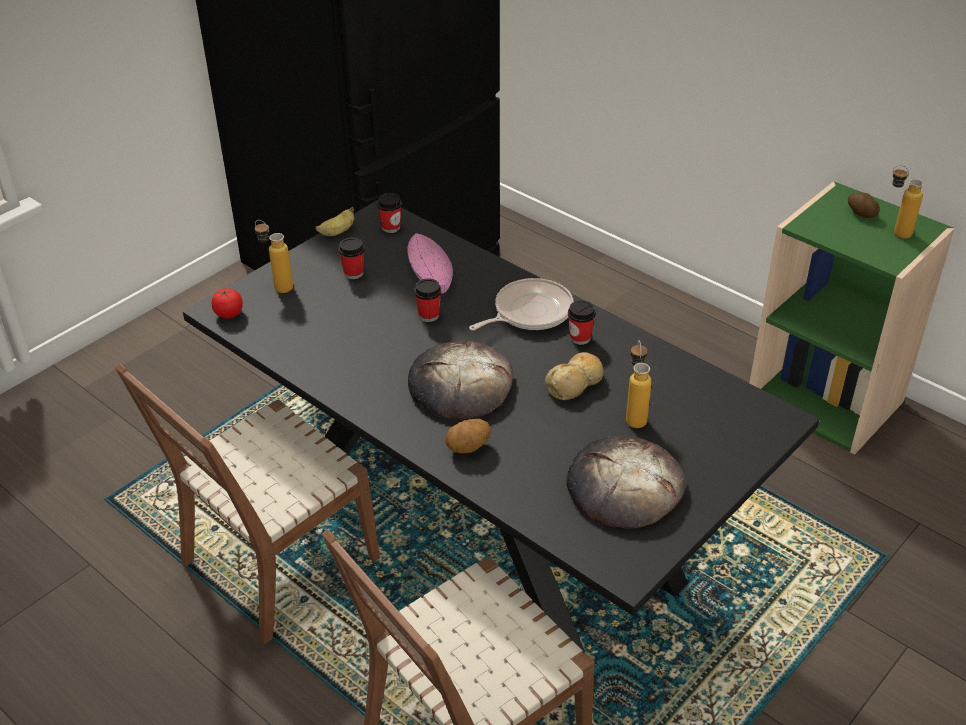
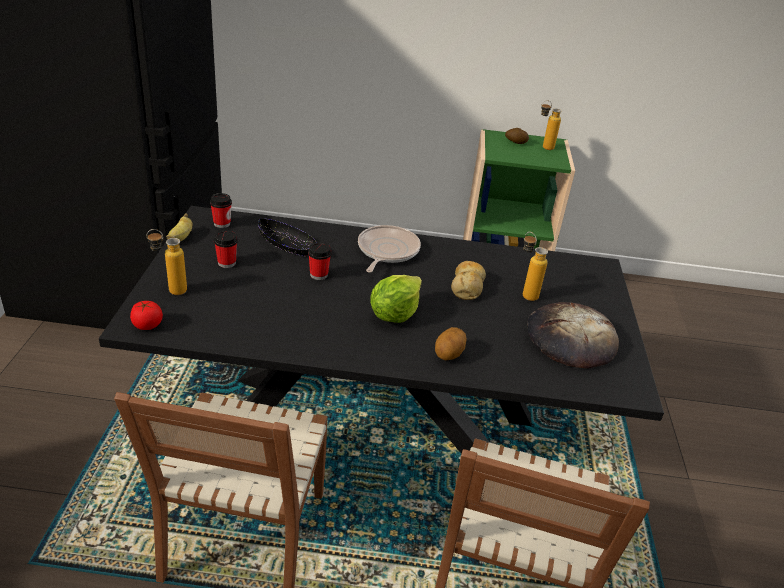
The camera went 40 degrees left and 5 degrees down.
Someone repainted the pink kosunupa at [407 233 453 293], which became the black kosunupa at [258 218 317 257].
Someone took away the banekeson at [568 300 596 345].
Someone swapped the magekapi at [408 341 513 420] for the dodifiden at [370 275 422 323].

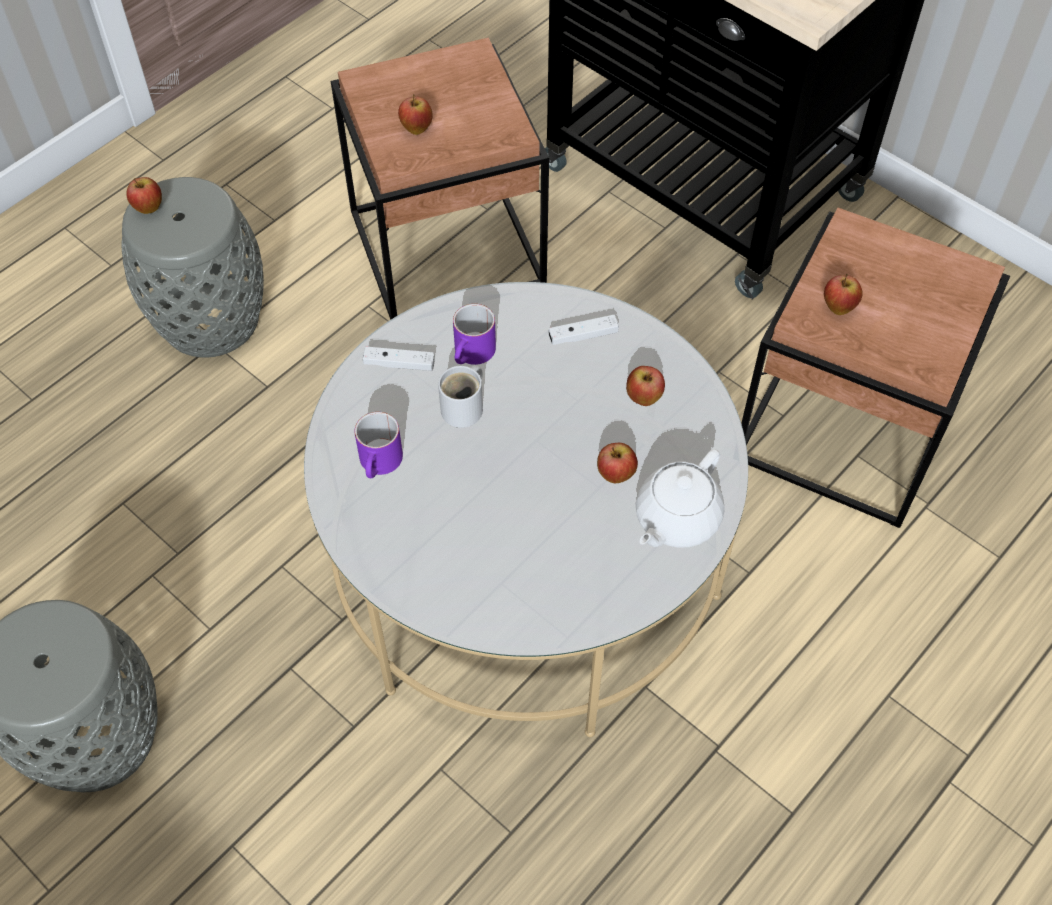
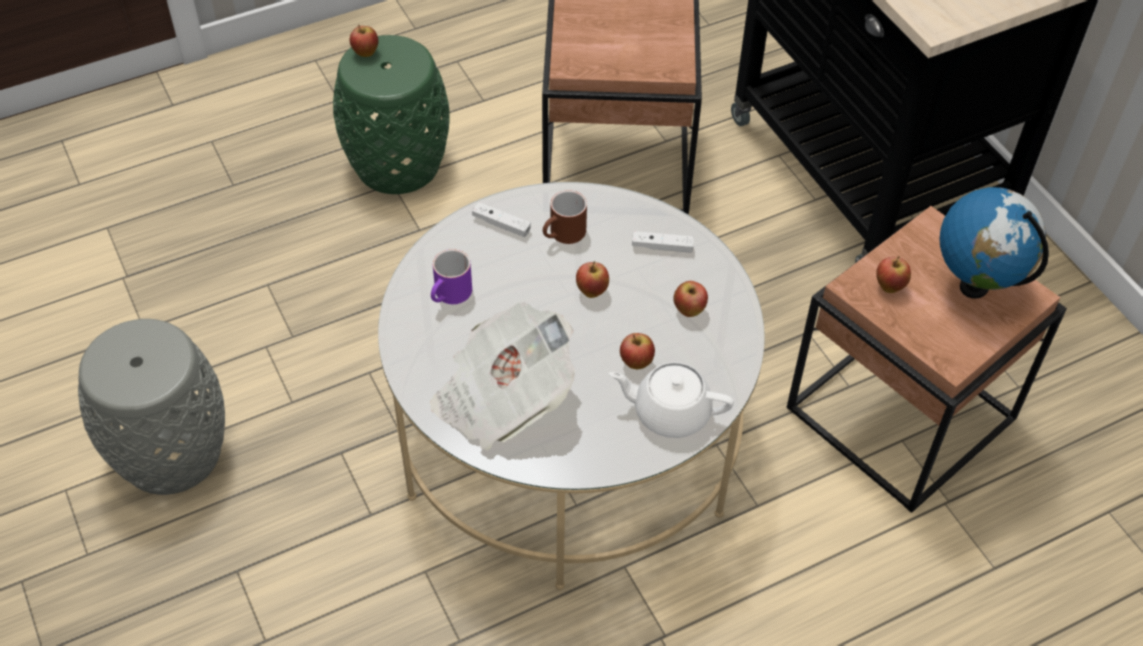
The camera went 20 degrees right and 5 degrees down.
Someone carried the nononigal from [398 94 433 135] to [576 261 609 298].
Someone repainted the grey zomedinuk at [121 177 264 358], which became the green zomedinuk at [333 35 450 194].
Someone repainted the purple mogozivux at [453 304 496 365], which became the brown mogozivux at [543 190 587 244].
Someone took away the white mogozivux at [438 365 483 428].
Someone rotated the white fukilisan at [636 449 725 548] by 45 degrees clockwise.
Someone put down the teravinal at [939 187 1049 299].
Someone put down the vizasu at [430 302 575 451].

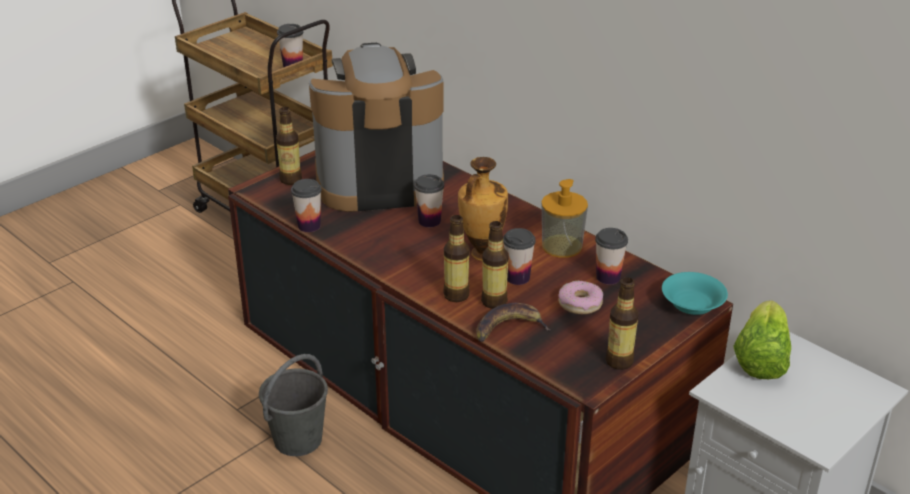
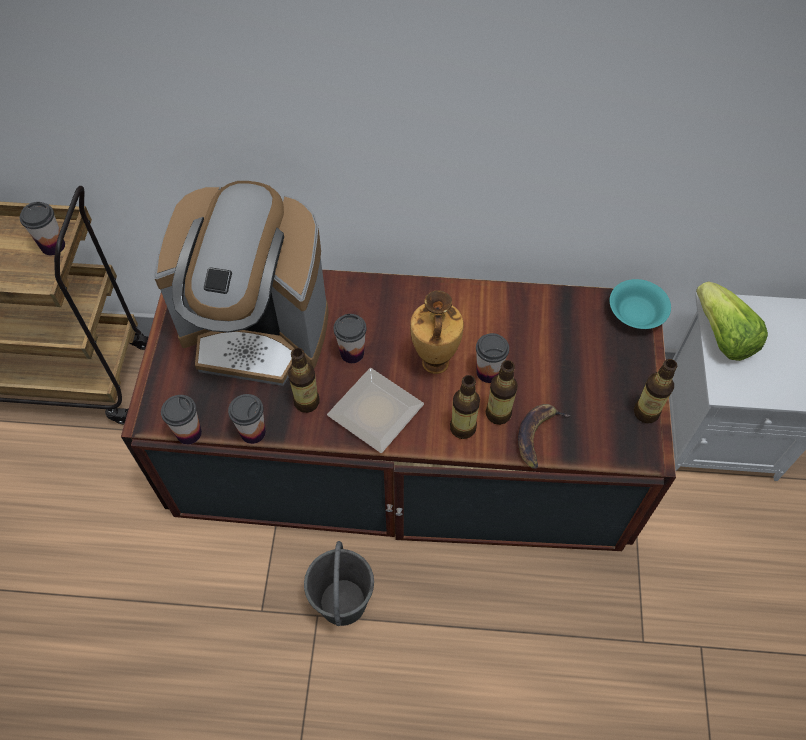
The camera went 40 degrees left and 25 degrees up.
Someone rotated the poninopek at [309 43 444 212] by 120 degrees counterclockwise.
Someone carried the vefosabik from [276 107 302 185] to [288 348 320 413].
Someone took away the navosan at [542 179 588 258].
Someone carried the banekeson from [595 228 628 284] to [161 395 202 444].
Someone took away the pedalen at [558 281 603 314].
Someone put down the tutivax at [327 368 424 453].

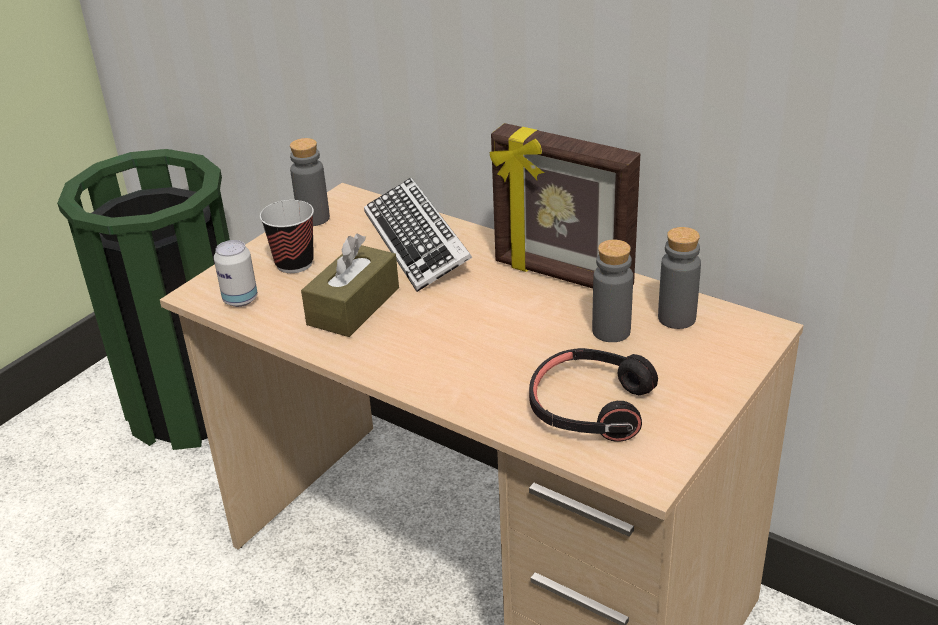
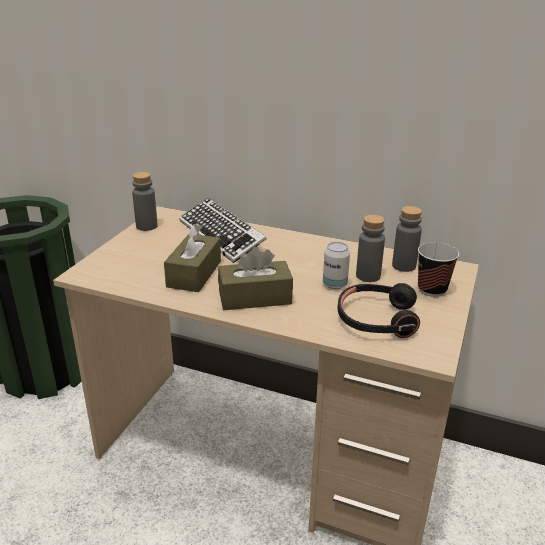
The camera went 15 degrees left and 5 degrees down.
Someone took away the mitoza at [490 123 640 288].
Someone carried the banekeson from [260 200 314 273] to [418 242 459 297].
Someone carried the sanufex from [214 240 258 307] to [323 242 350 289].
Someone put down the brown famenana at [218 246 293 310].

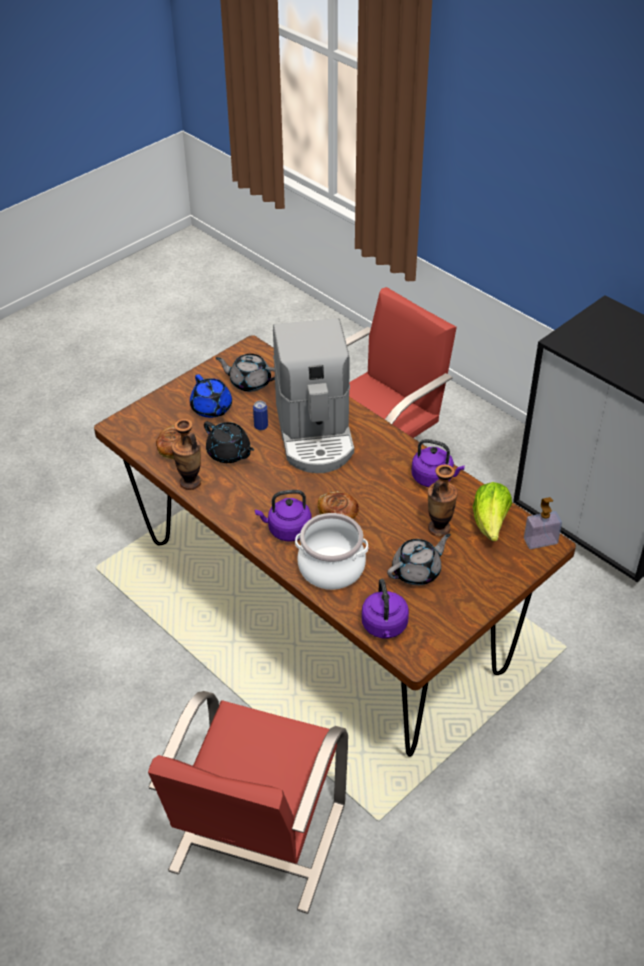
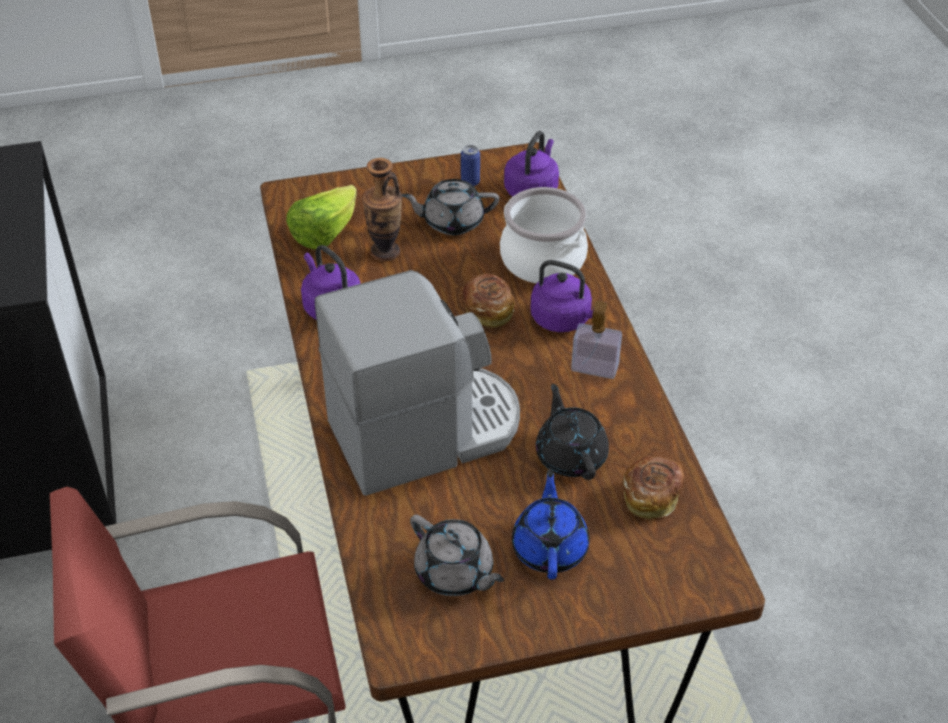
The camera went 150 degrees left and 0 degrees up.
Someone rotated the poninopek at [273 318 354 473] by 45 degrees clockwise.
Someone carried the sanufex from [253 401 268 430] to [461 145 480 186].
Someone took away the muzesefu at [172 419 201 490].
Someone carried the navosan from [524 497 562 549] to [571 301 622 379].
Someone took away the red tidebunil at [148 691 348 914].

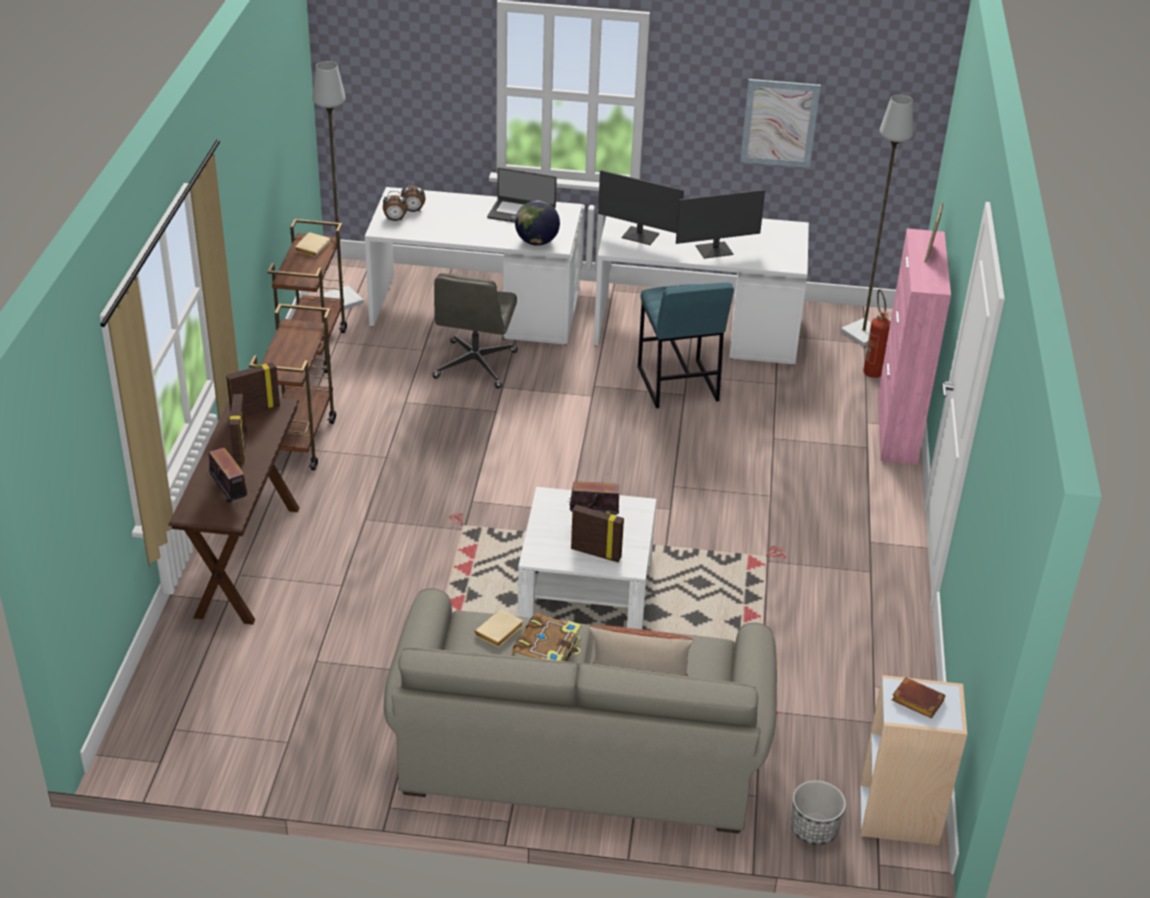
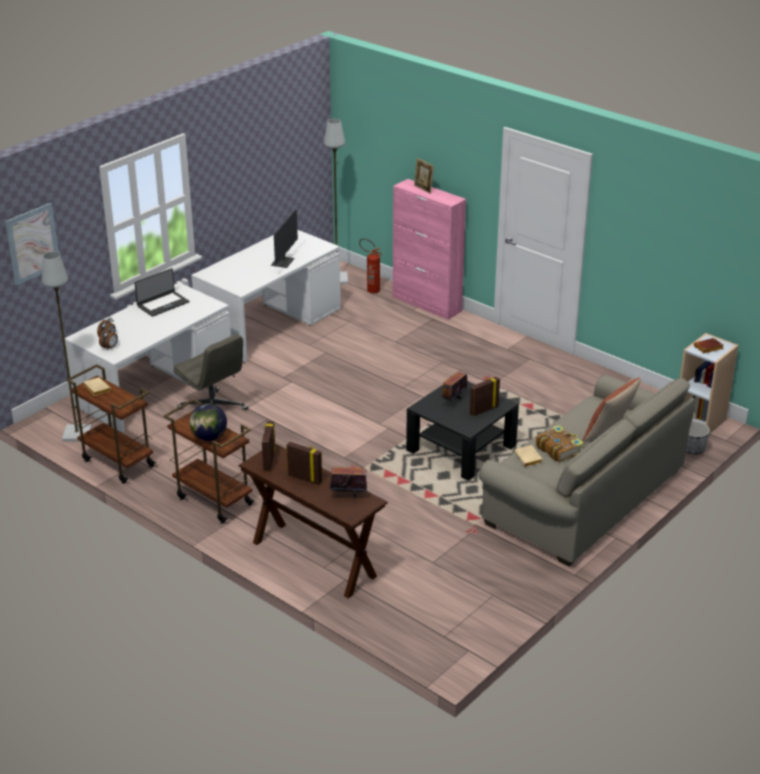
The camera went 55 degrees left and 5 degrees down.
Someone carried the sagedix from [740 79 821 168] to [5 203 59 285].
Someone took away the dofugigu at [598 170 684 245].
Someone carried the teravinal from [515 200 560 246] to [189 404 227 441].
Someone took away the blue zomedinuk at [638 282 734 408].
Someone repainted the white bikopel at [518 487 656 629], which became the black bikopel at [406 381 519 481].

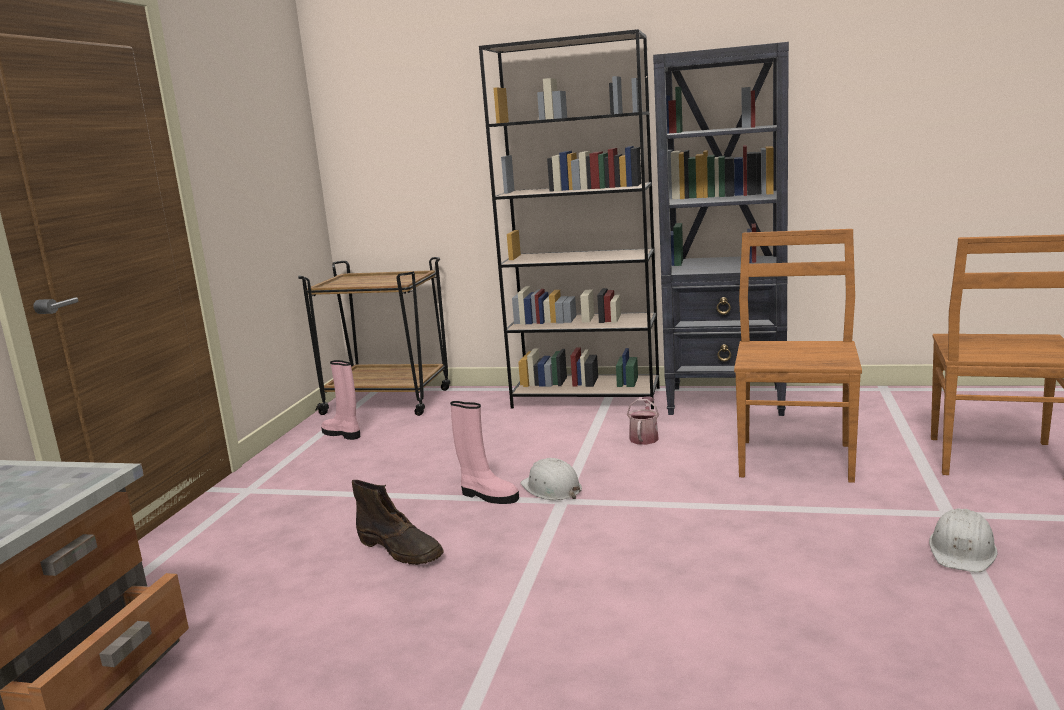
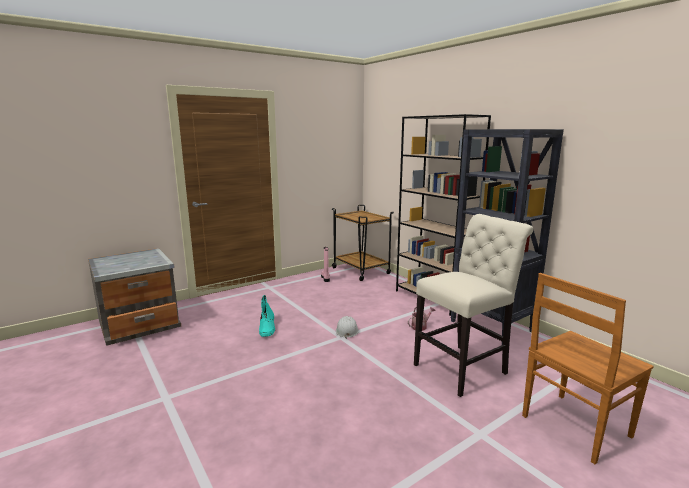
The camera went 40 degrees right and 0 degrees up.
Someone swapped the brown tidebunil at [734 229 862 483] for the beige zomedinuk at [414 214 533 397].
Someone took away the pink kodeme at [450 401 519 504].
Someone repainted the brown kodeme at [352 480 444 565], which became the turquoise kodeme at [259 295 275 337].
Someone took away the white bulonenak at [929 508 998 572].

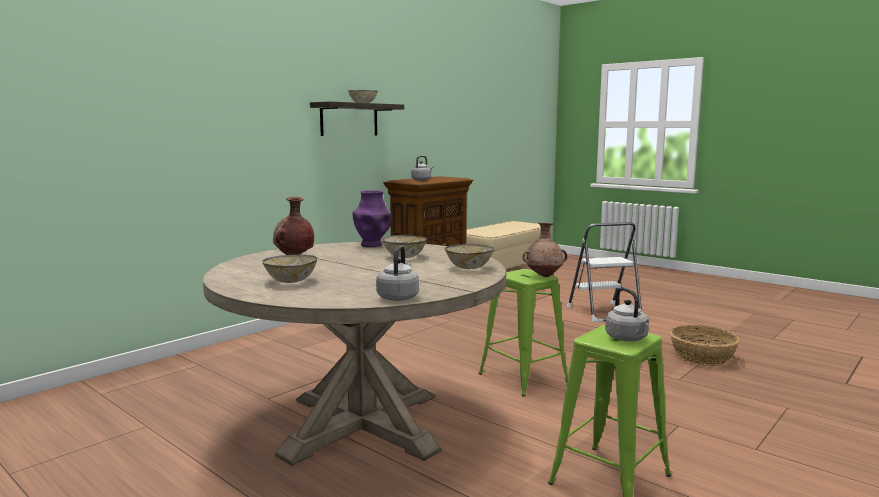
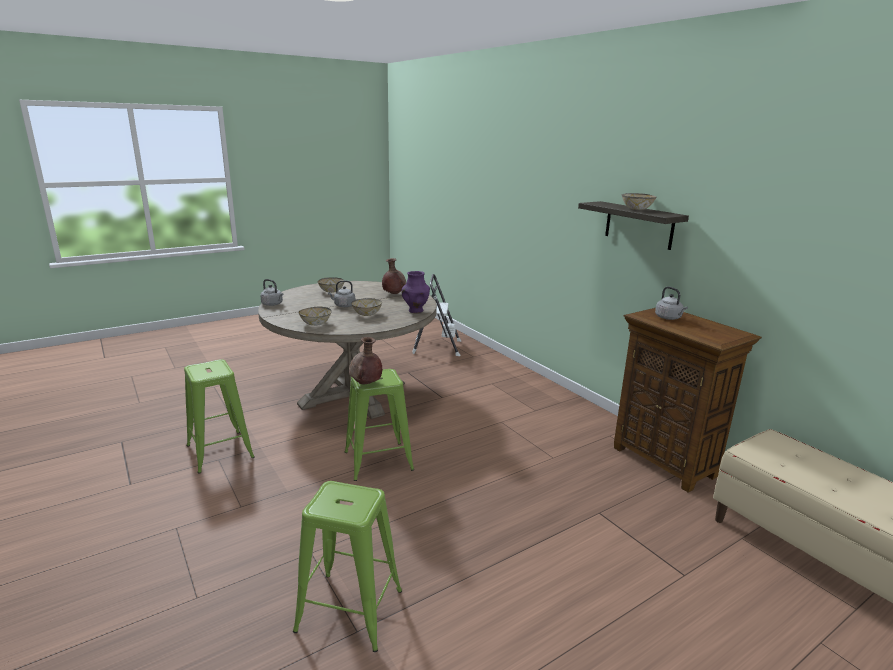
The camera went 105 degrees right and 10 degrees up.
Someone carried the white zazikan from [566 222 643 322] to [412 274 461 356].
Someone carried the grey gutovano from [605 287 649 341] to [328 280 355 307].
Someone swapped the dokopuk at [670 325 740 366] for the green zomedinuk at [293 481 402 652].

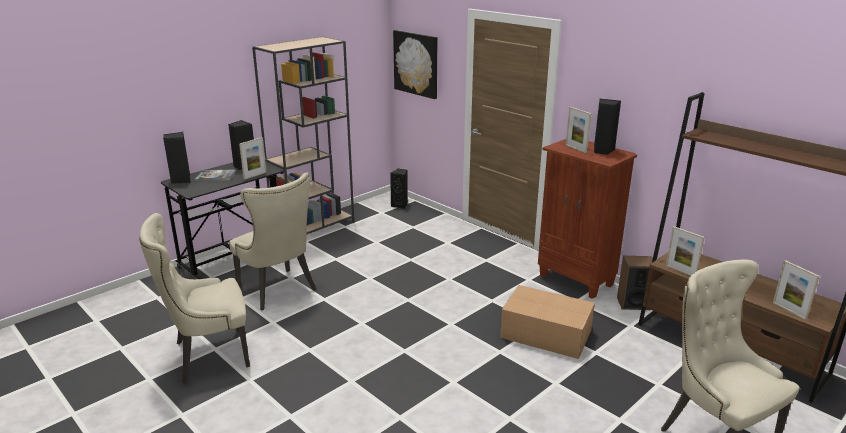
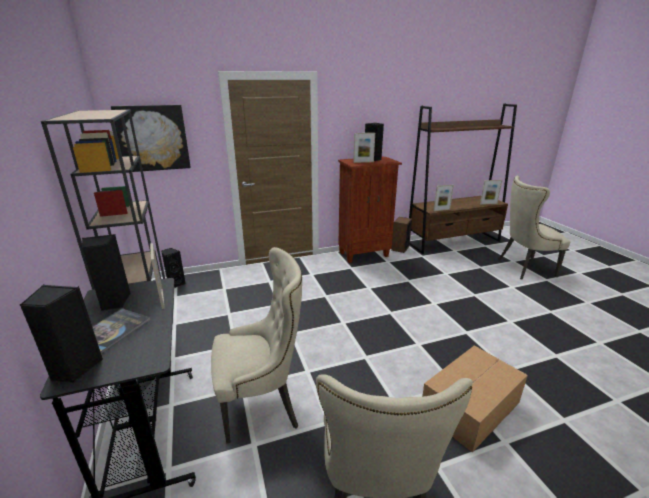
The camera went 65 degrees left and 0 degrees up.
Someone carried the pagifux from [500 285 595 359] to [422 345 528 453].

